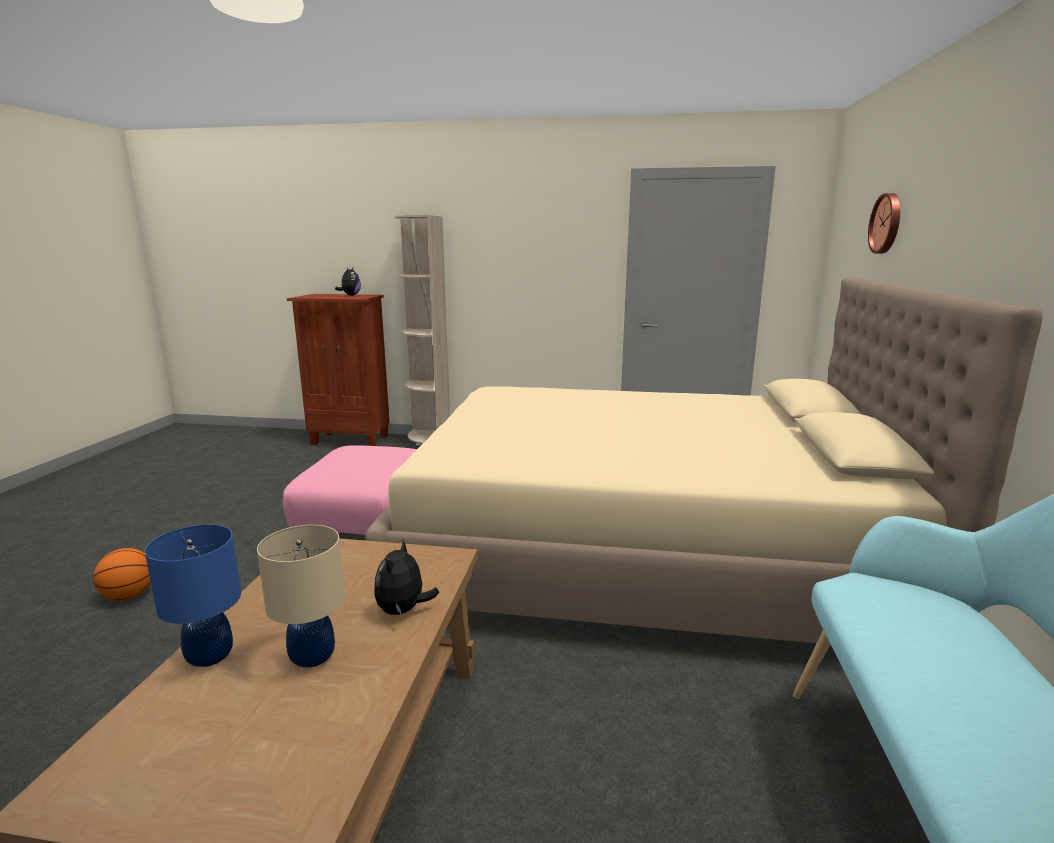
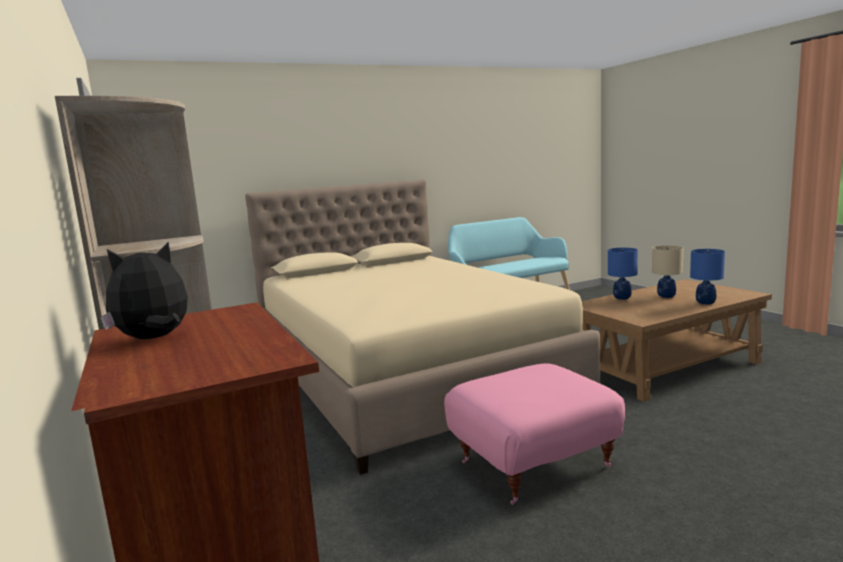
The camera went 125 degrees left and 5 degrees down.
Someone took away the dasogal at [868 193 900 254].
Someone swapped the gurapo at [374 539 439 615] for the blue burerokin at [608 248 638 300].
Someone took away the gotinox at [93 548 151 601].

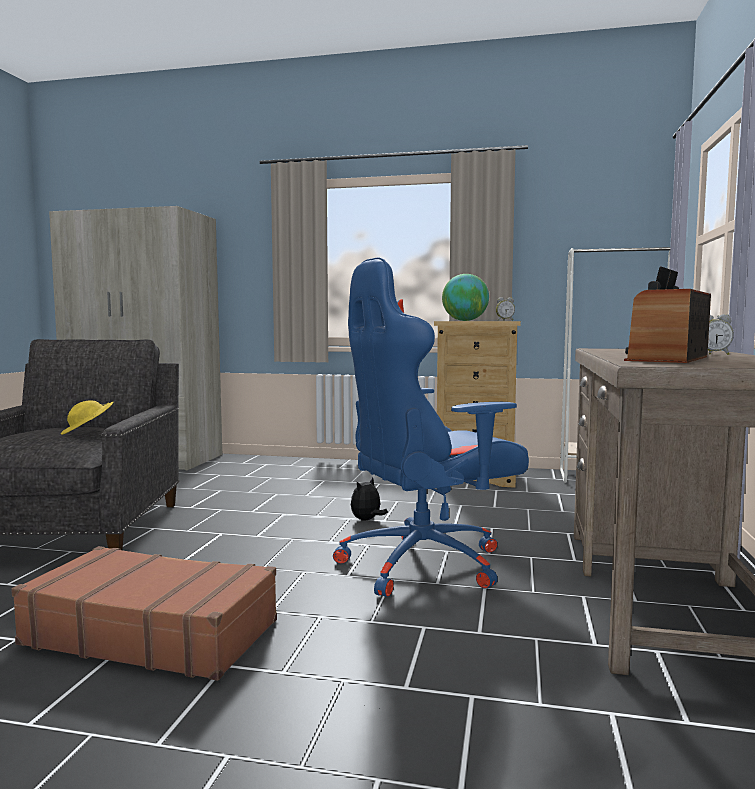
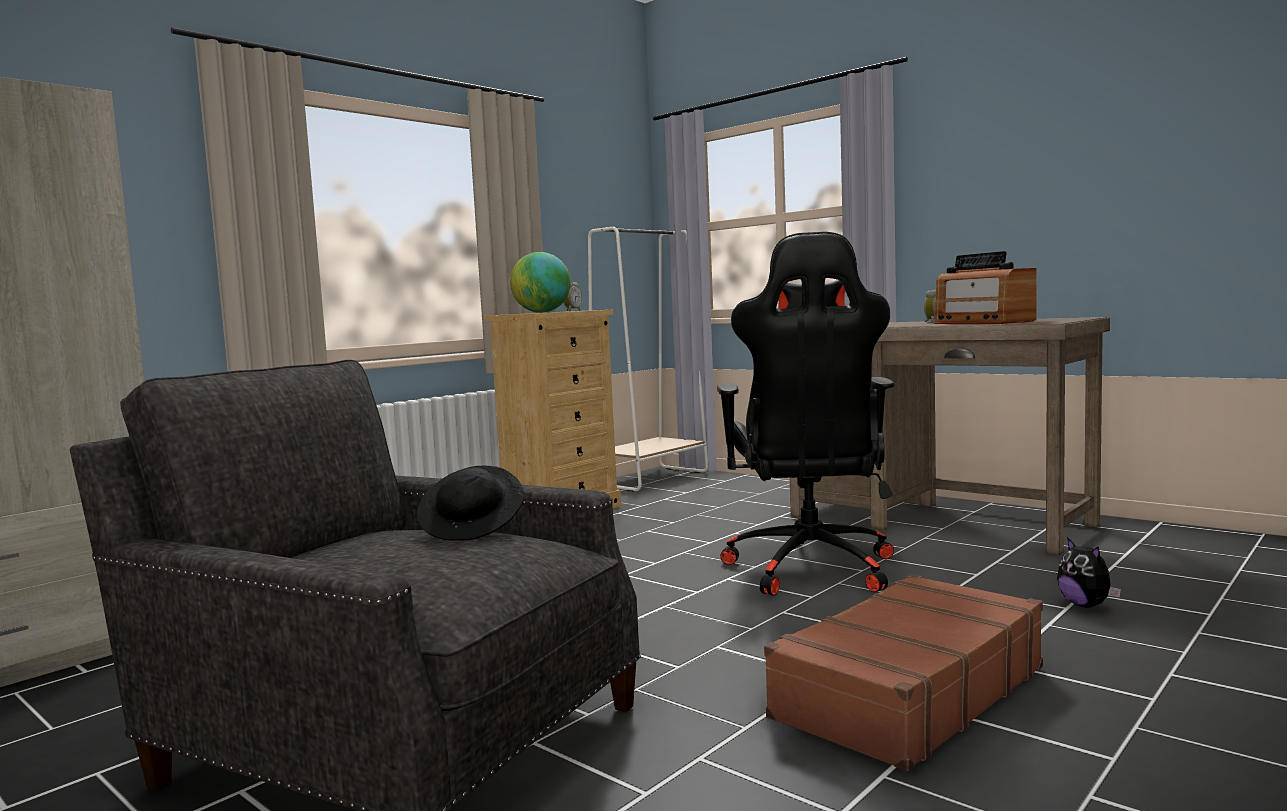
The camera went 60 degrees left and 0 degrees up.
Someone repainted the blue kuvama at [333 257 529 597], which became the black kuvama at [717 232 894 596].
Someone repainted the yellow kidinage at [61 401 114 435], which became the black kidinage at [417 465 524 541].
Someone carried the gurapo from [351 477 388 521] to [1057 537 1121 608].

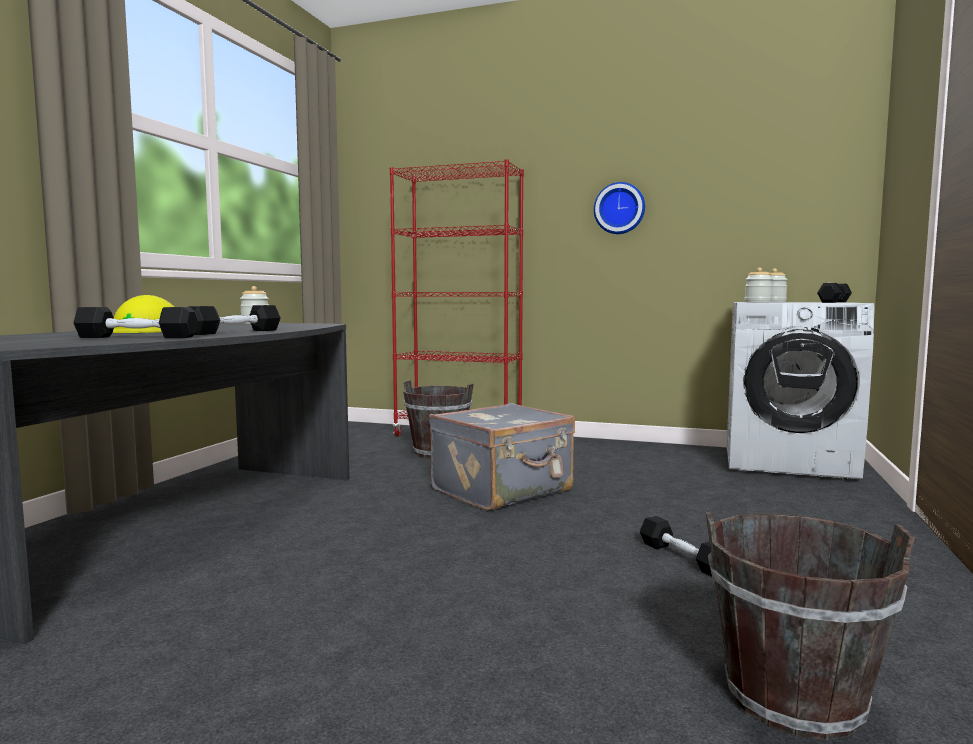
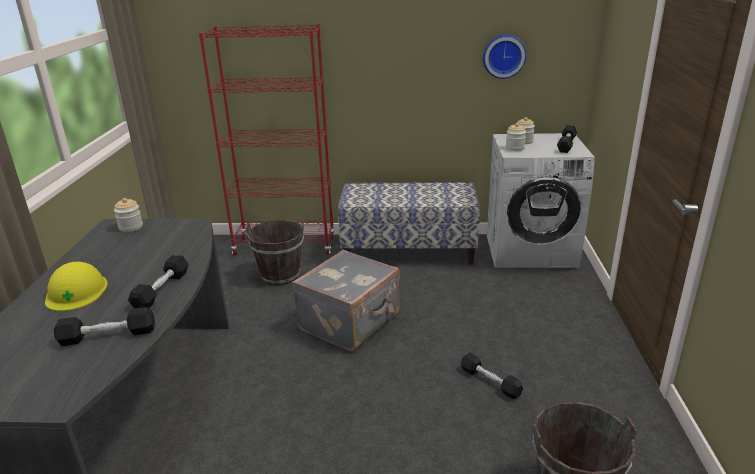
The camera went 15 degrees left and 20 degrees up.
Someone carried the dasogal from [594 182 645 234] to [483 34 526 79].
Someone put down the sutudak at [338 182 480 265].

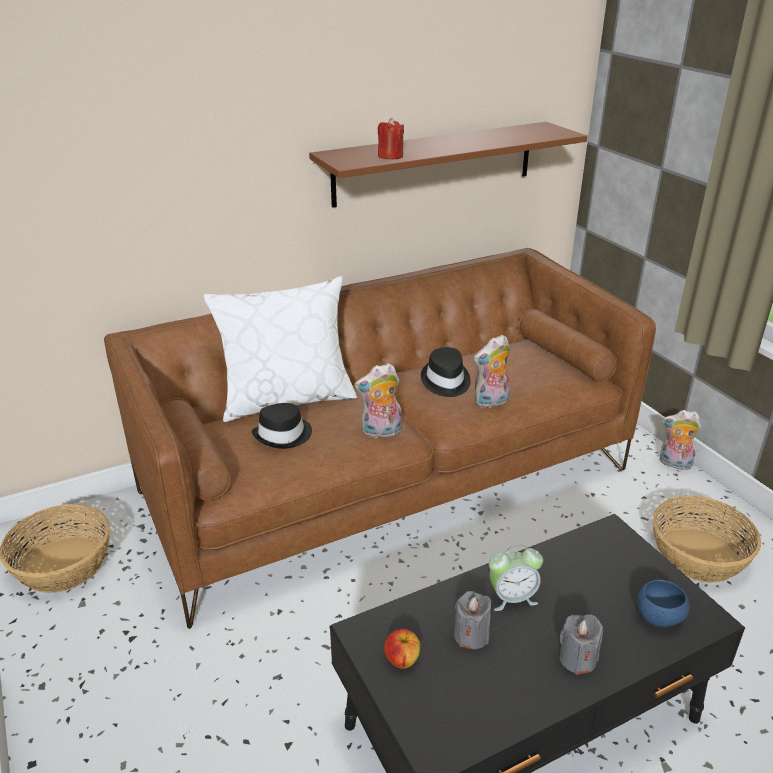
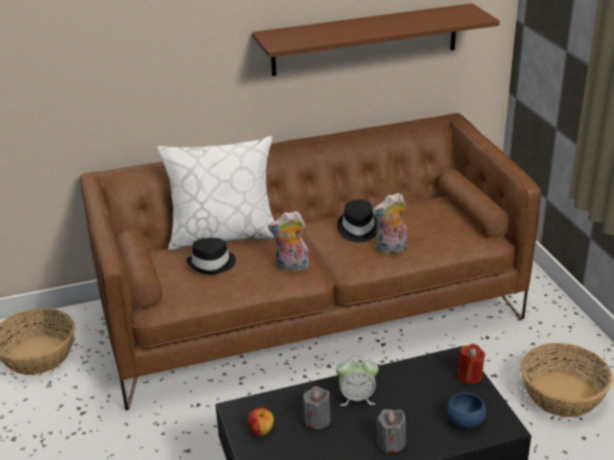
The camera went 10 degrees right and 0 degrees up.
Someone carried the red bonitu from [378 118 404 159] to [457 344 485 384].
Someone took away the gurapo at [660 410 701 470].

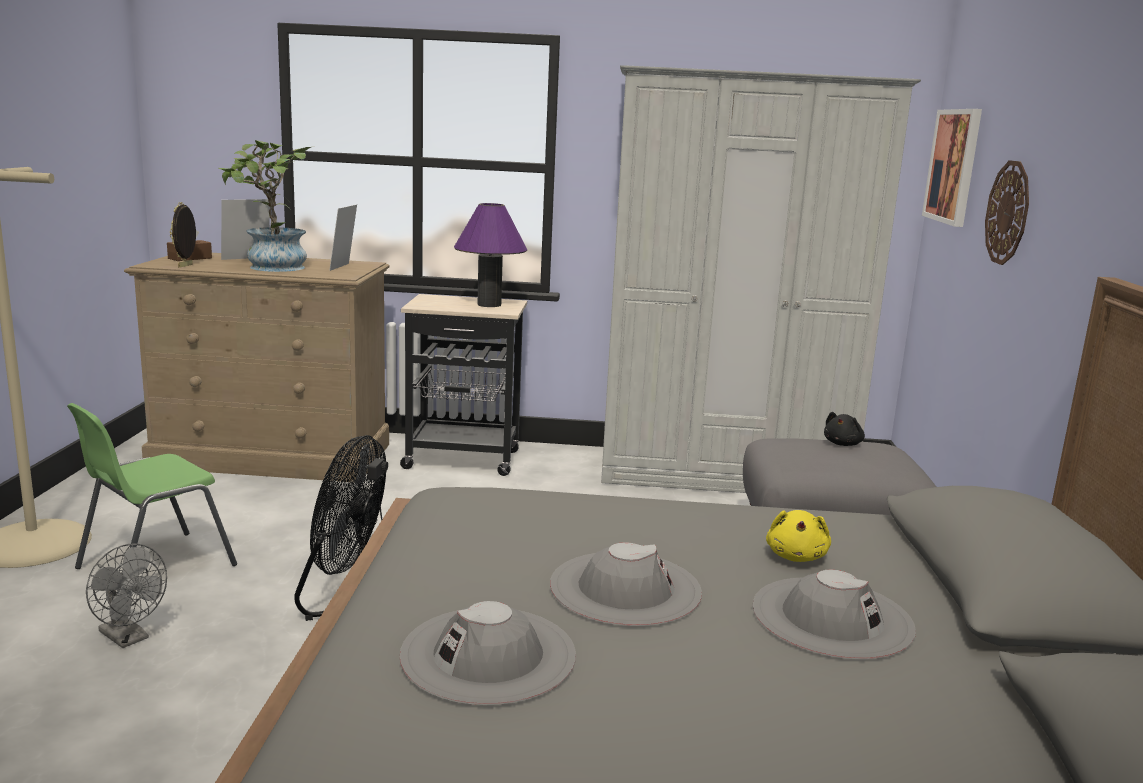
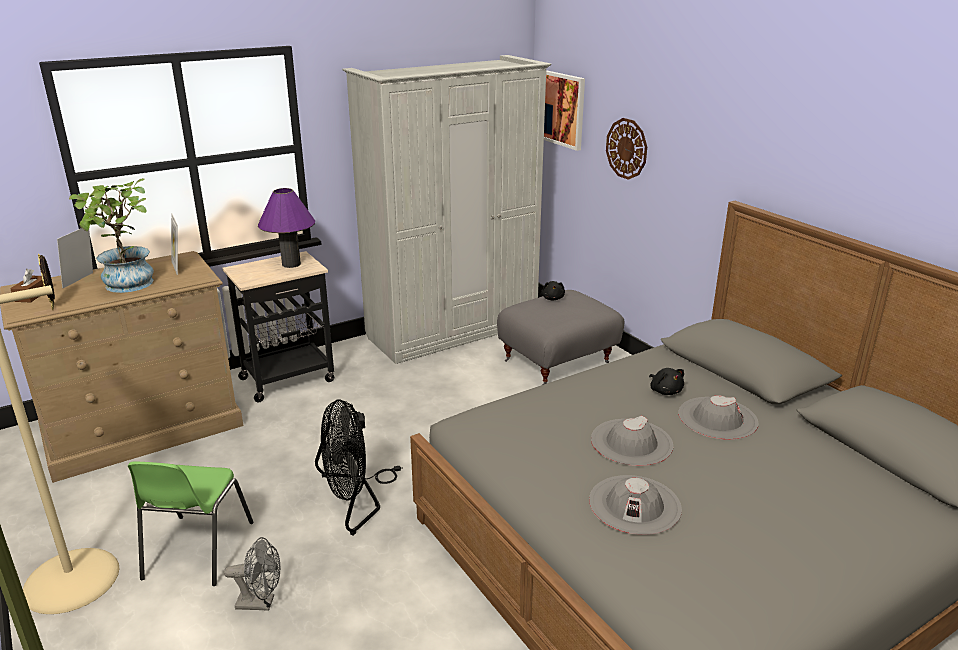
The camera went 35 degrees left and 10 degrees up.
Someone repainted the yellow gurapo at [766 510 831 562], which became the black gurapo at [649 368 684 395].

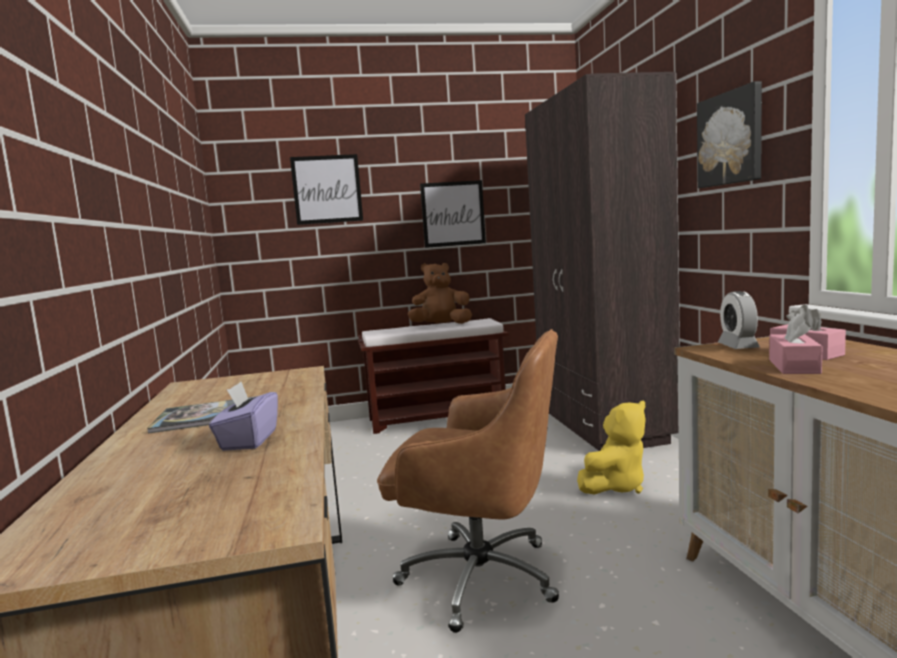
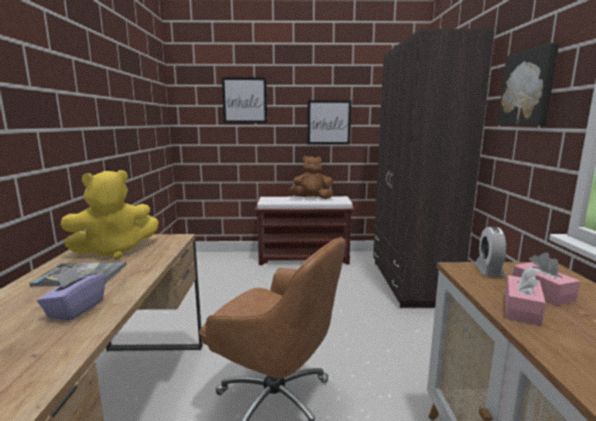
The camera went 10 degrees right and 5 degrees up.
Someone carried the yellow gurapo from [577 401 646 495] to [60 170 159 259].

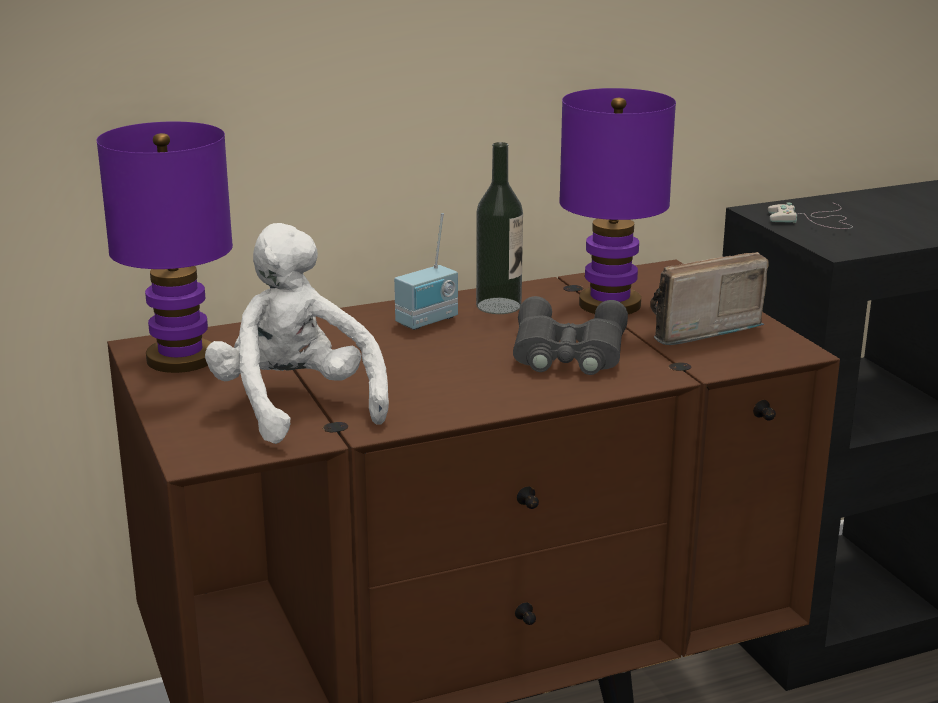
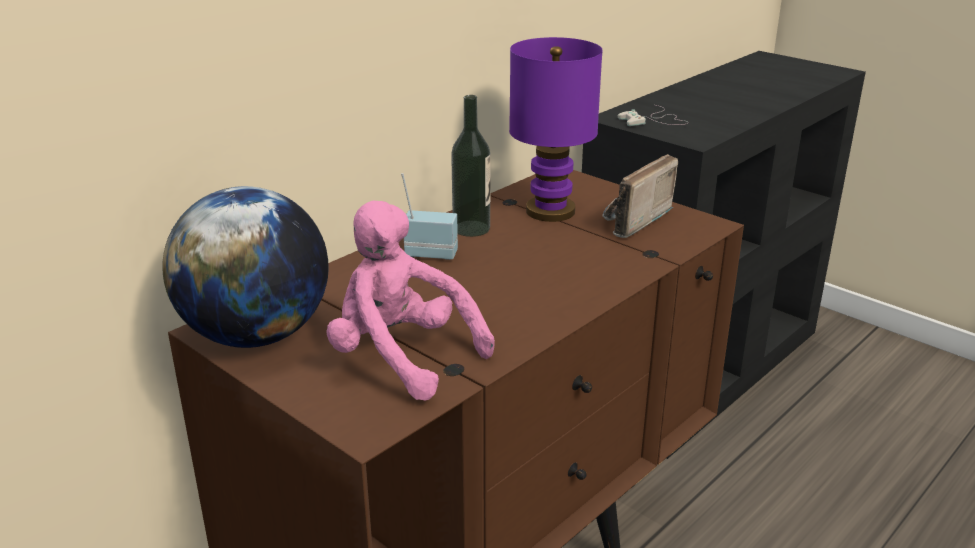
The camera went 25 degrees left and 5 degrees up.
Someone swapped the purple burerokin at [97 122 233 373] for the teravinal at [162 186 328 348].
Someone rotated the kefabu at [394 213 458 330] by 105 degrees counterclockwise.
Someone repainted the white gurapo at [205 223 389 444], which became the pink gurapo at [326 200 495 401].
Someone took away the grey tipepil at [513 296 628 375].

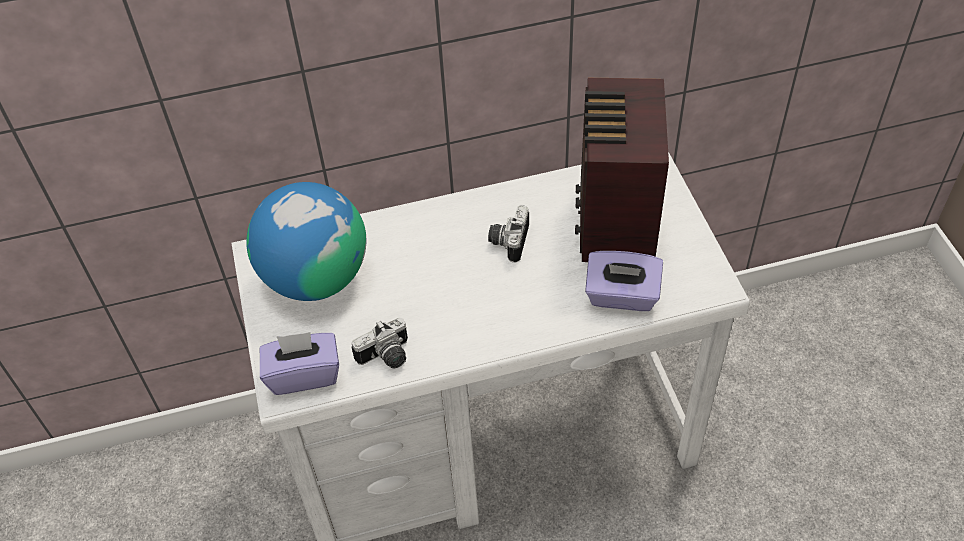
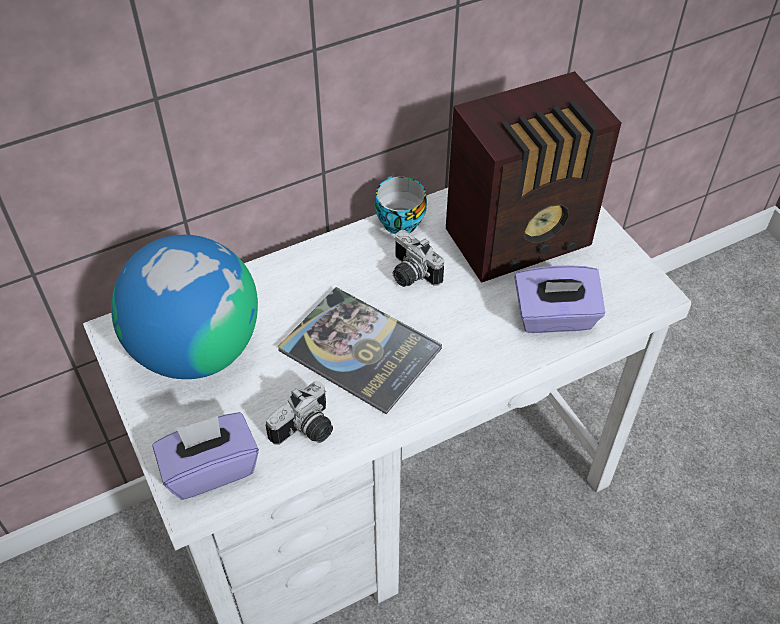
The camera went 15 degrees left and 0 degrees up.
Someone rotated the kefabu at [575 78 669 262] by 105 degrees counterclockwise.
Someone rotated the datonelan at [488 205 529 263] by 45 degrees counterclockwise.
Someone put down the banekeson at [375 176 427 234].
Someone put down the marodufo at [278 287 442 414].

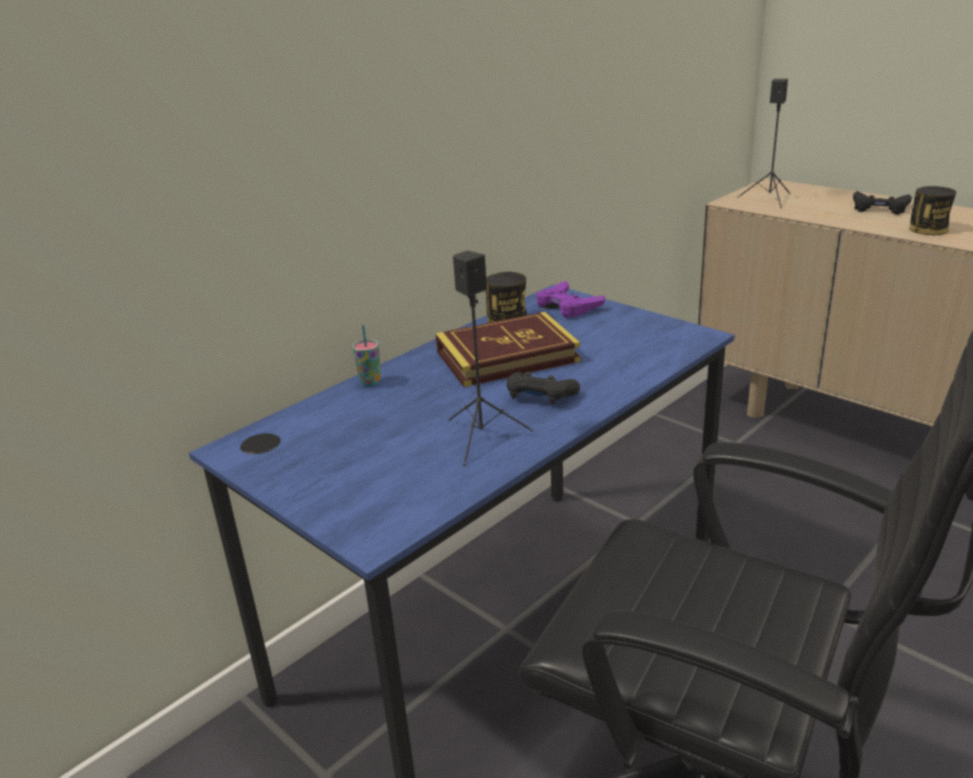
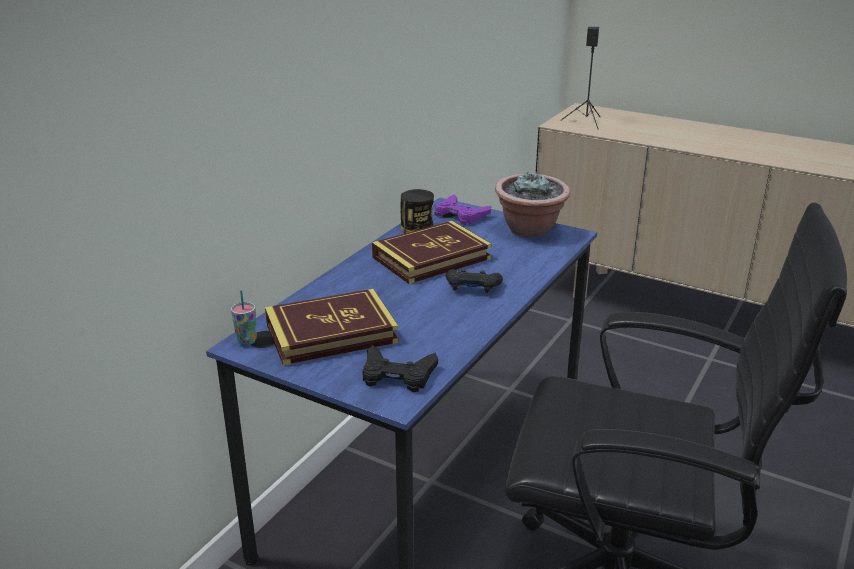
The camera went 15 degrees left and 0 degrees up.
Someone took away the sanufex at [909 186 956 235].
Someone carried the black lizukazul from [853 191 912 215] to [362 345 438 392].
Someone took away the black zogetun at [448 250 533 466].
Someone carried the banekeson from [353 325 381 387] to [231 290 257 346].
Someone put down the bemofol at [495 171 570 238].
Someone put down the marodufo at [265 289 398 365].

